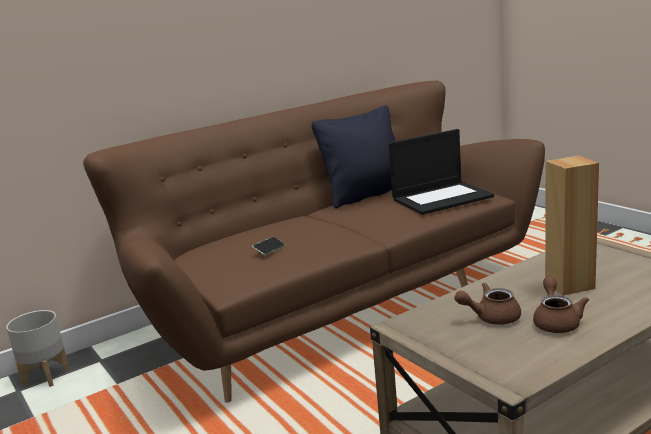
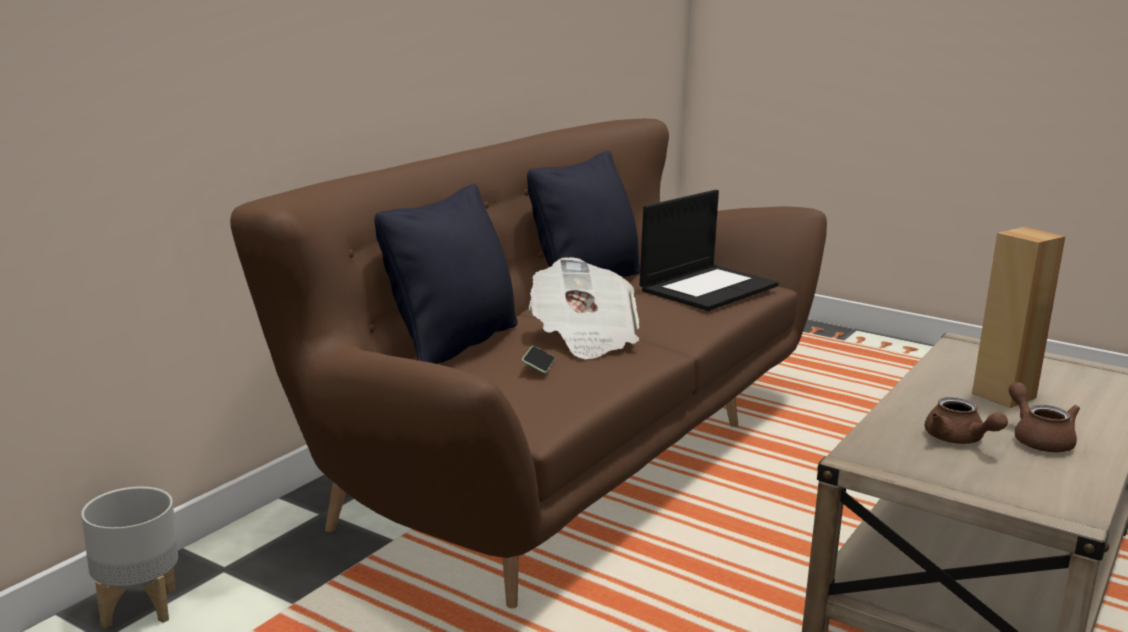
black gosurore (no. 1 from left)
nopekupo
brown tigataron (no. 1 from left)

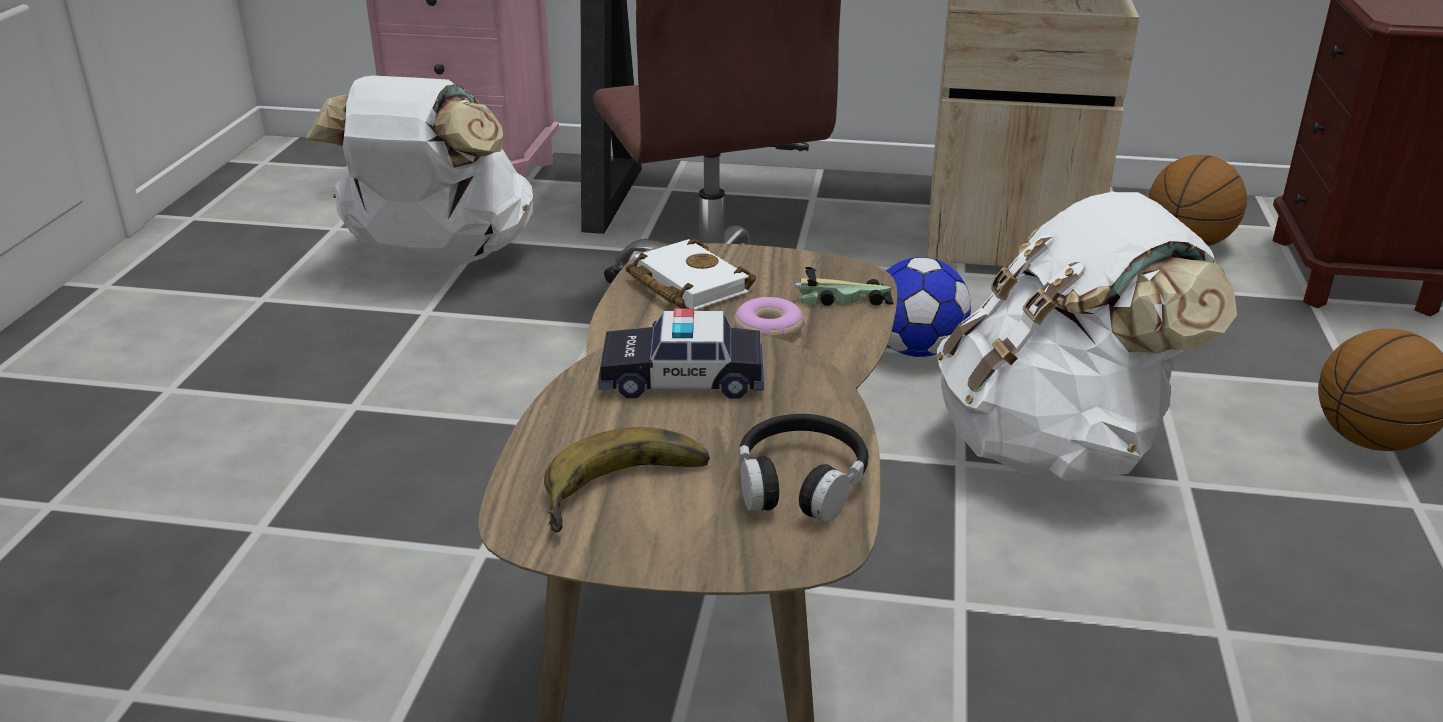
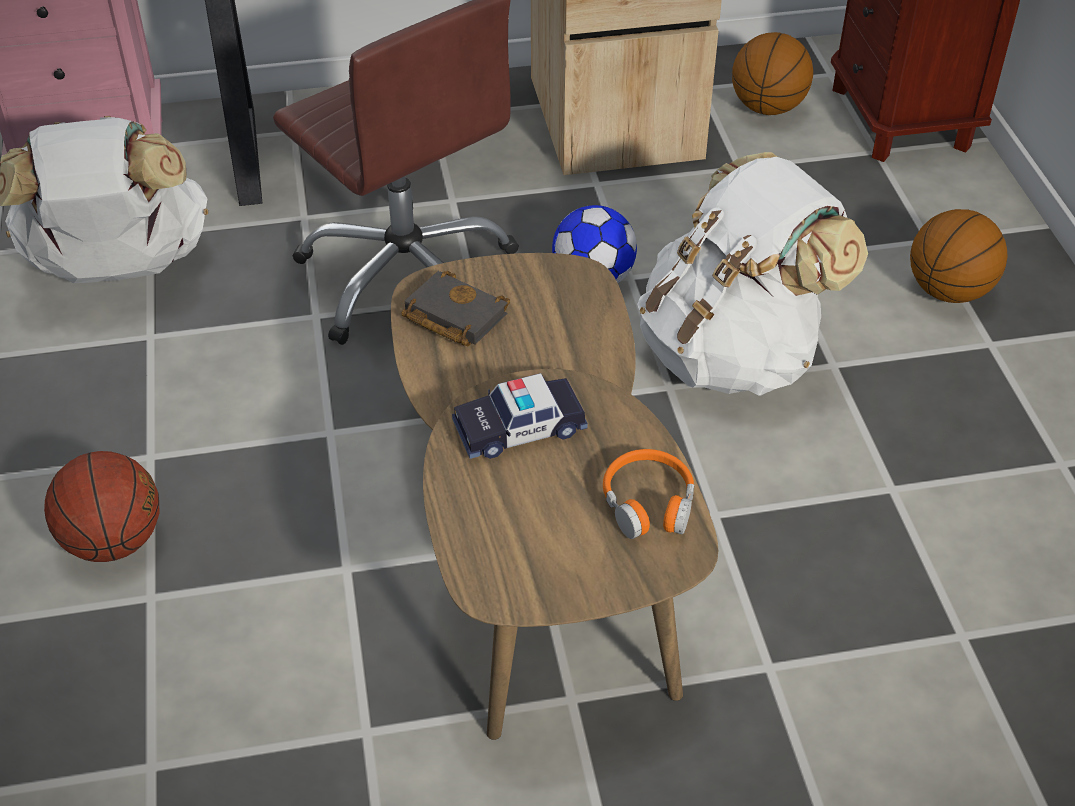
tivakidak
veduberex
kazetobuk (no. 2 from left in the first image)
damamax (no. 1 from left)
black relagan
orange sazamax

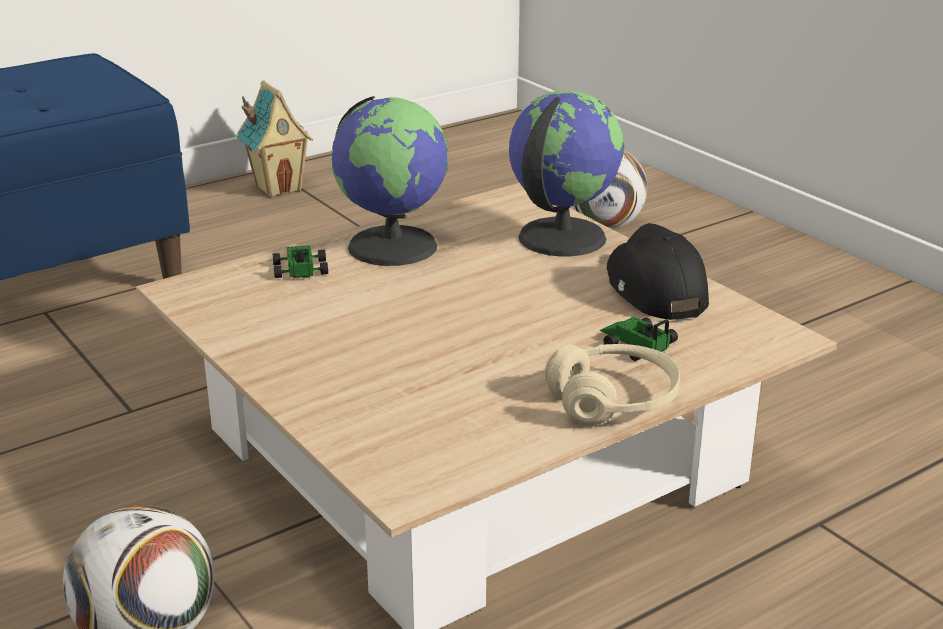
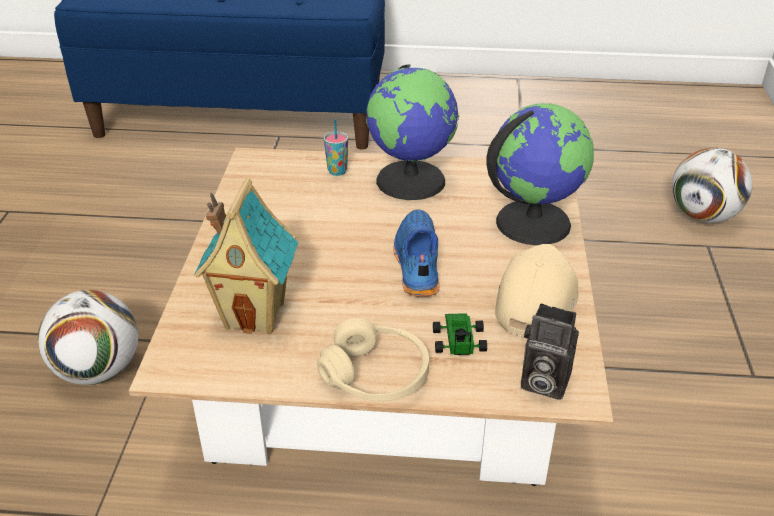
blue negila
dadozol
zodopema
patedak
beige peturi

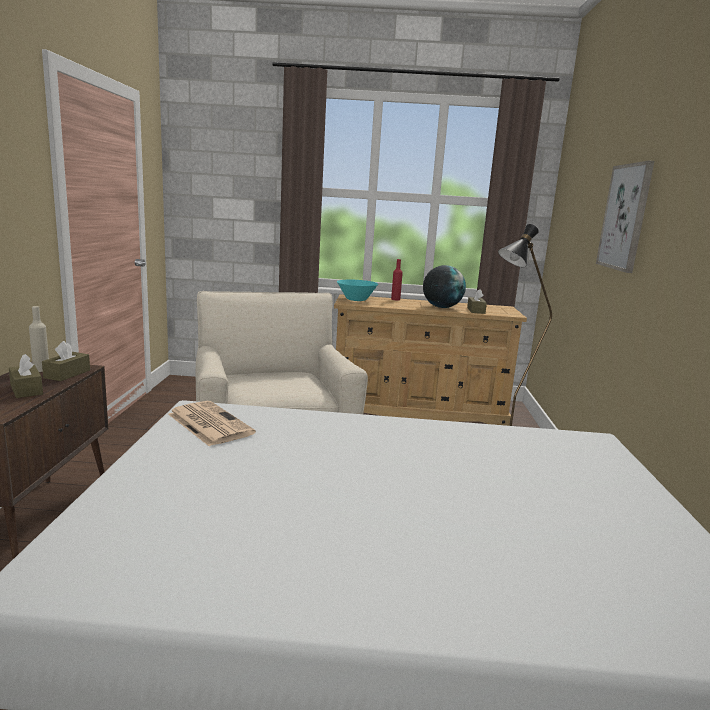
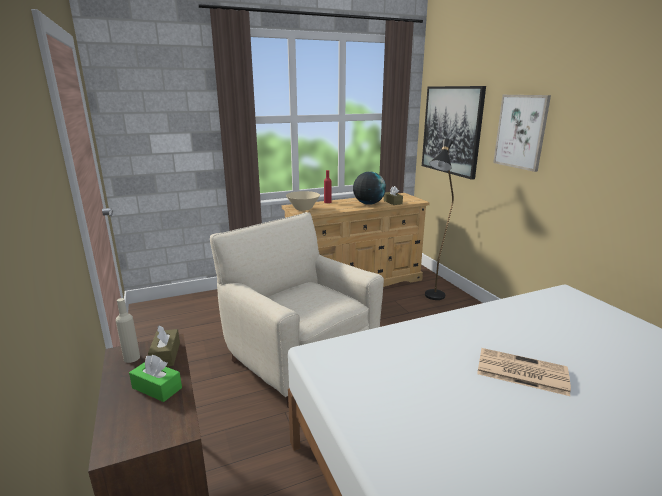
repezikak (no. 1 from left)
nopekupo
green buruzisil
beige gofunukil

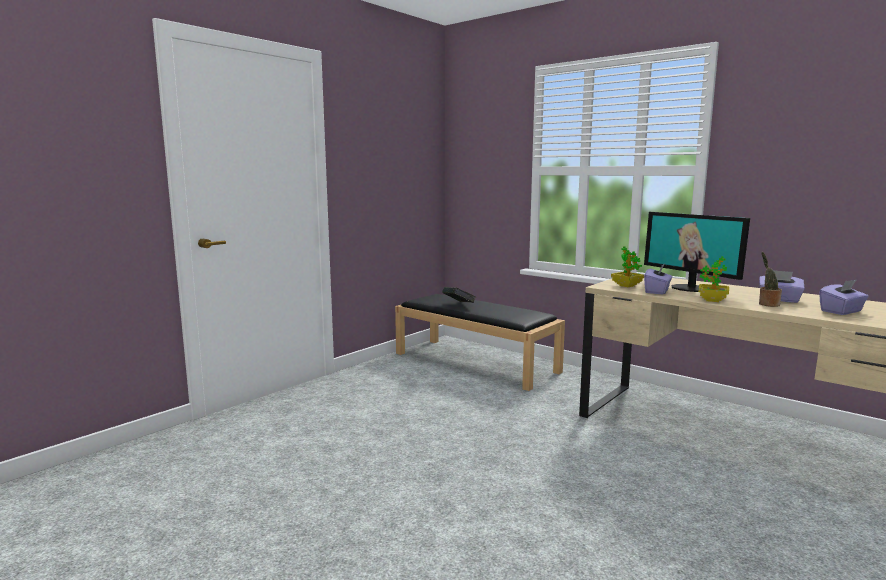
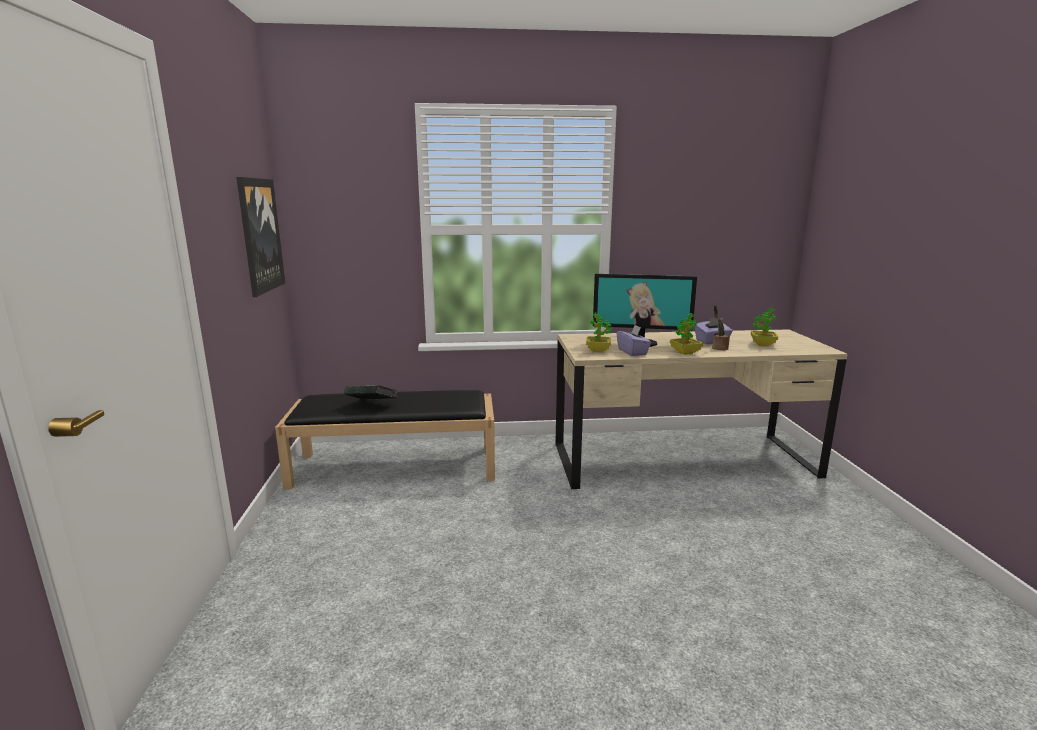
repezikak
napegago (no. 4 from left)

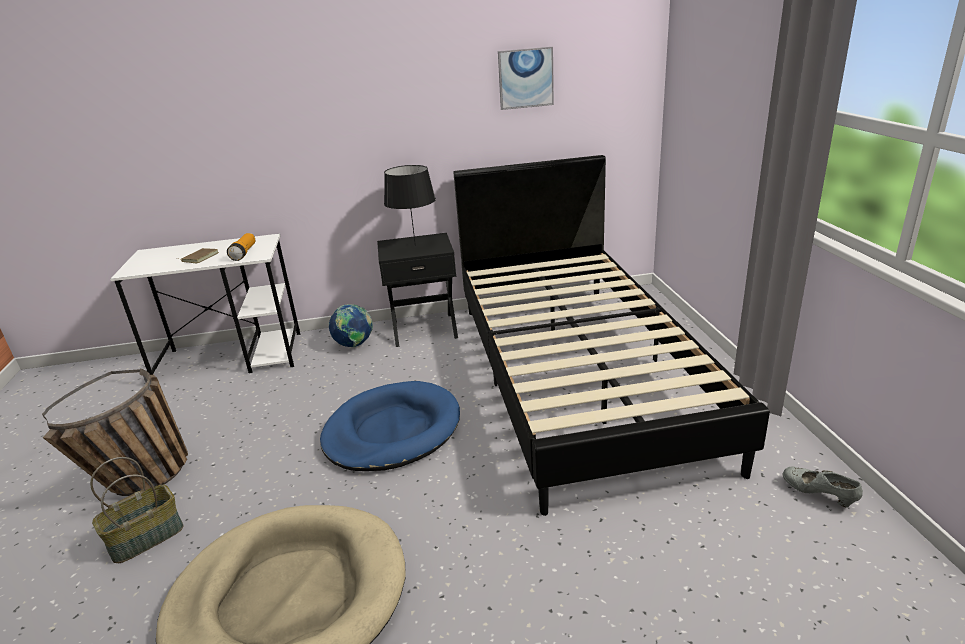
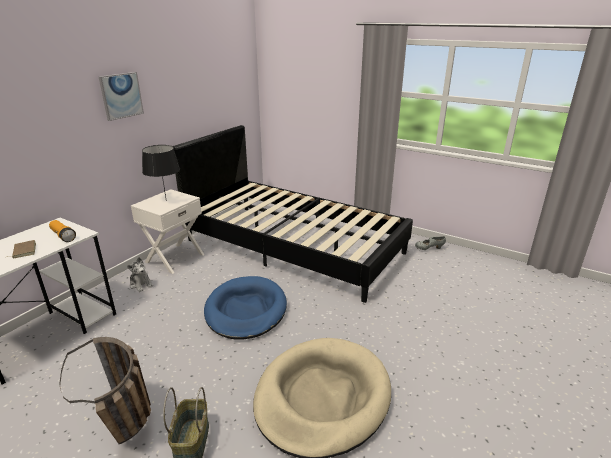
repezikak
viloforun
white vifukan

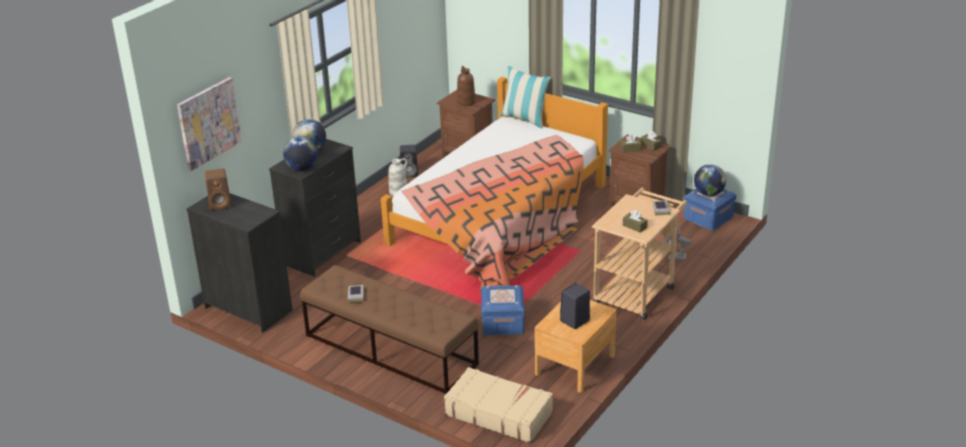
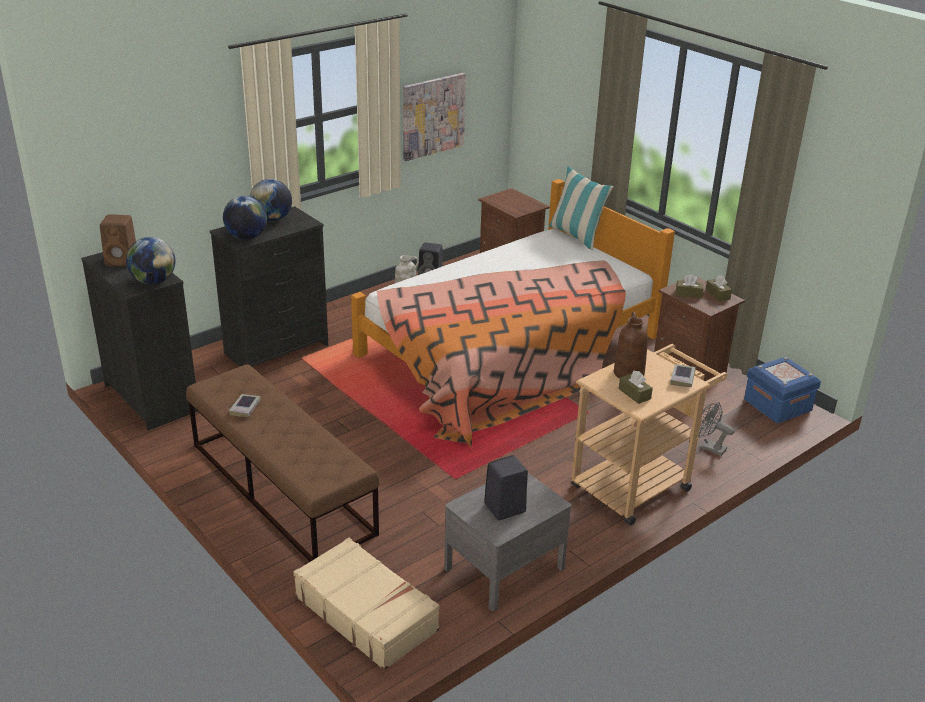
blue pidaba (no. 1 from left in the first image)
repezikak
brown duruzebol
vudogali (no. 1 from left)
grey vifukan

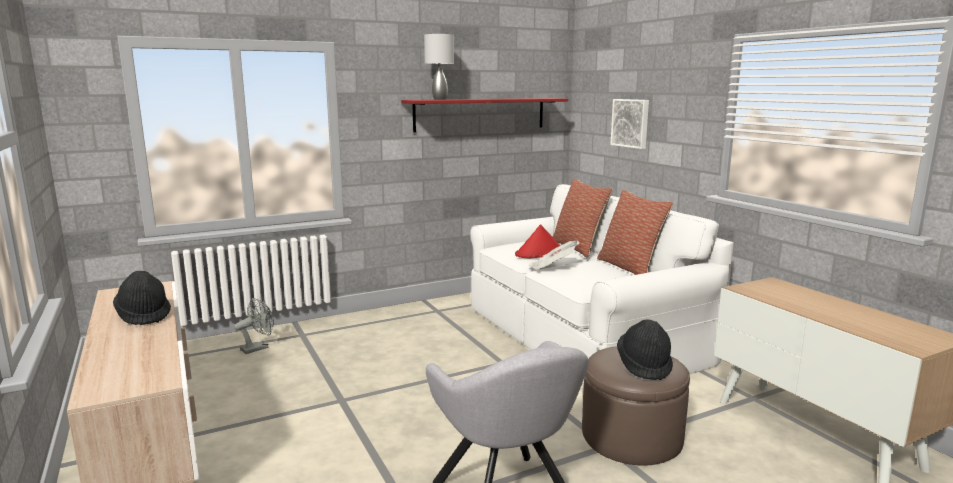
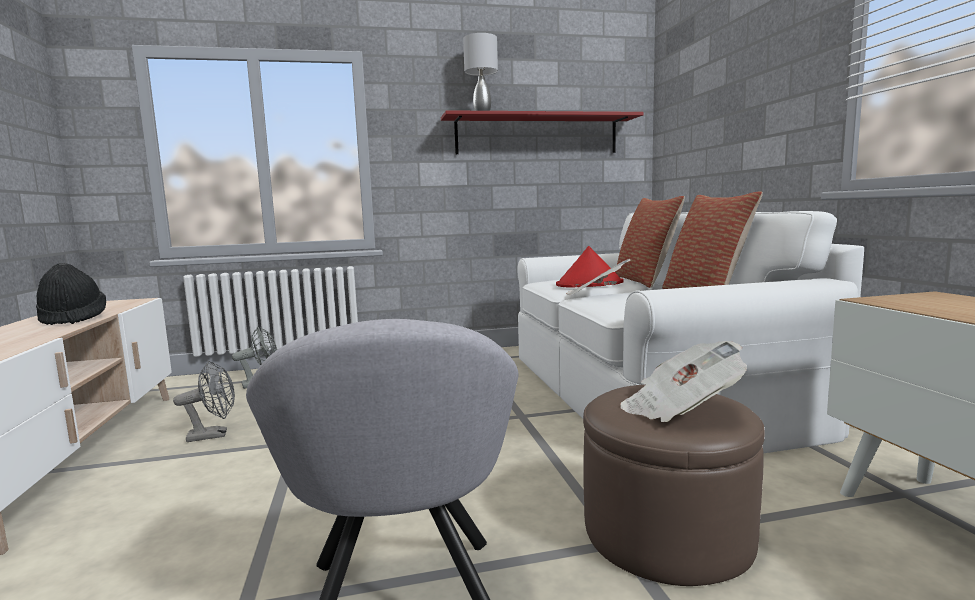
repezikak
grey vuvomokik (no. 1 from left)
nopekupo (no. 2 from left)

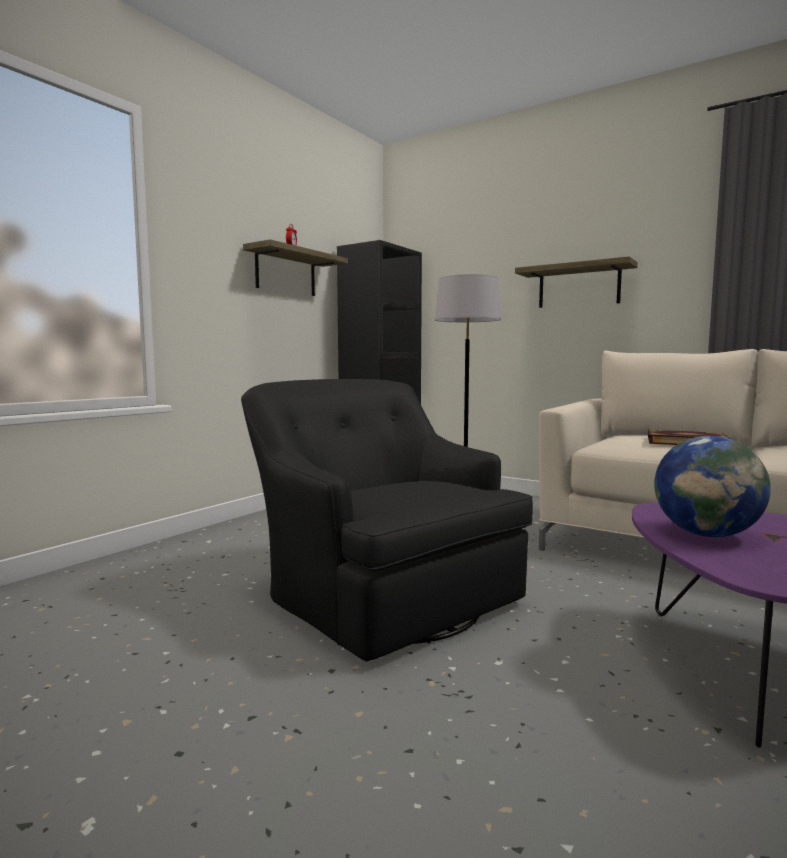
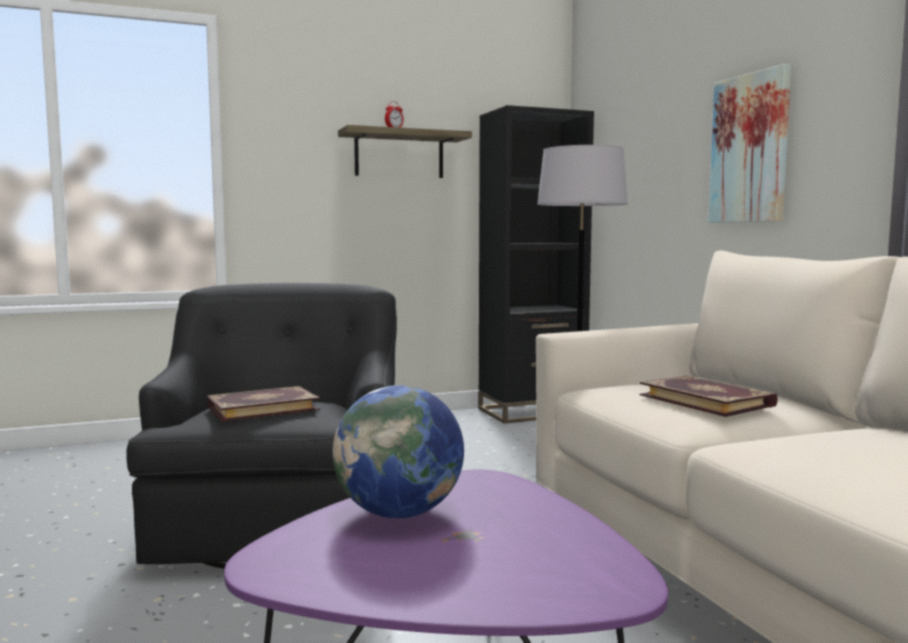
relagan (no. 1 from left)
repezikak

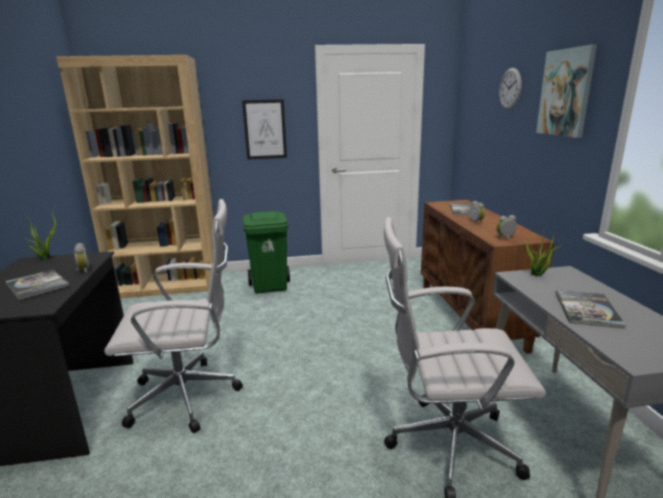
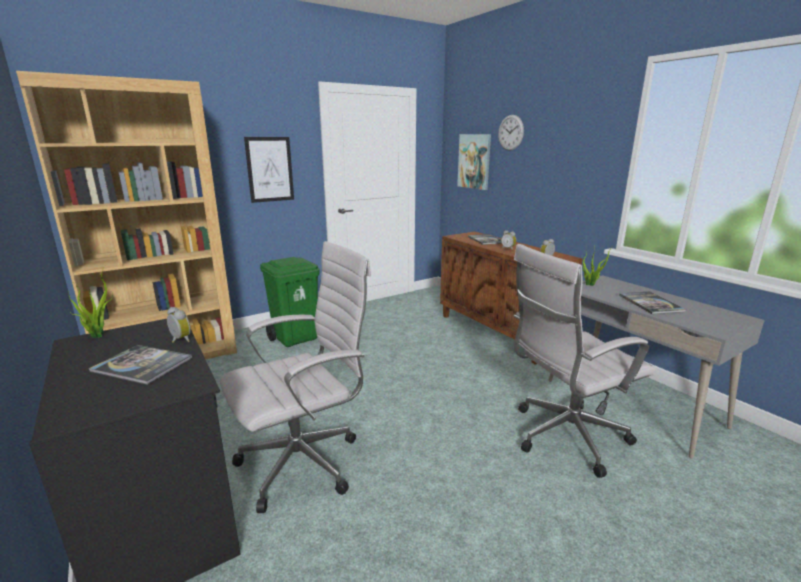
repezikak (no. 2 from left)

